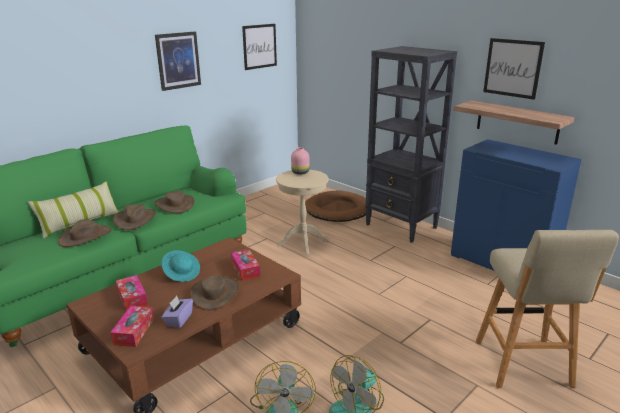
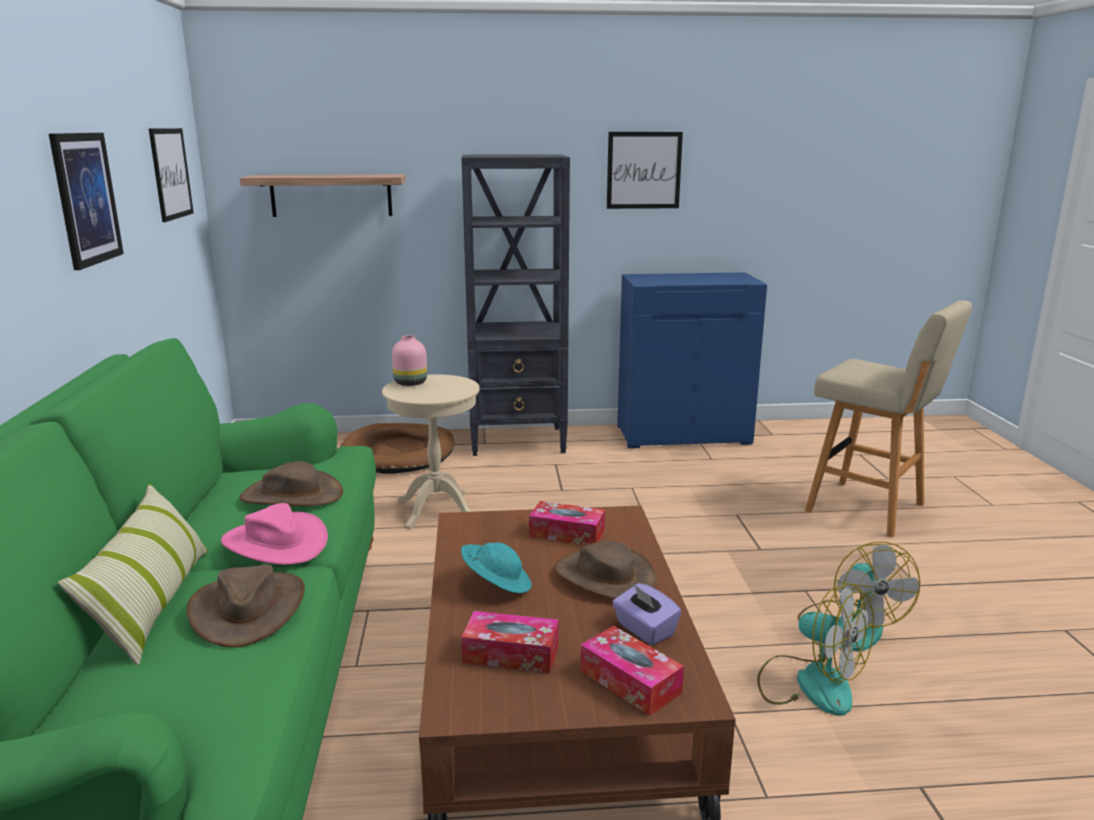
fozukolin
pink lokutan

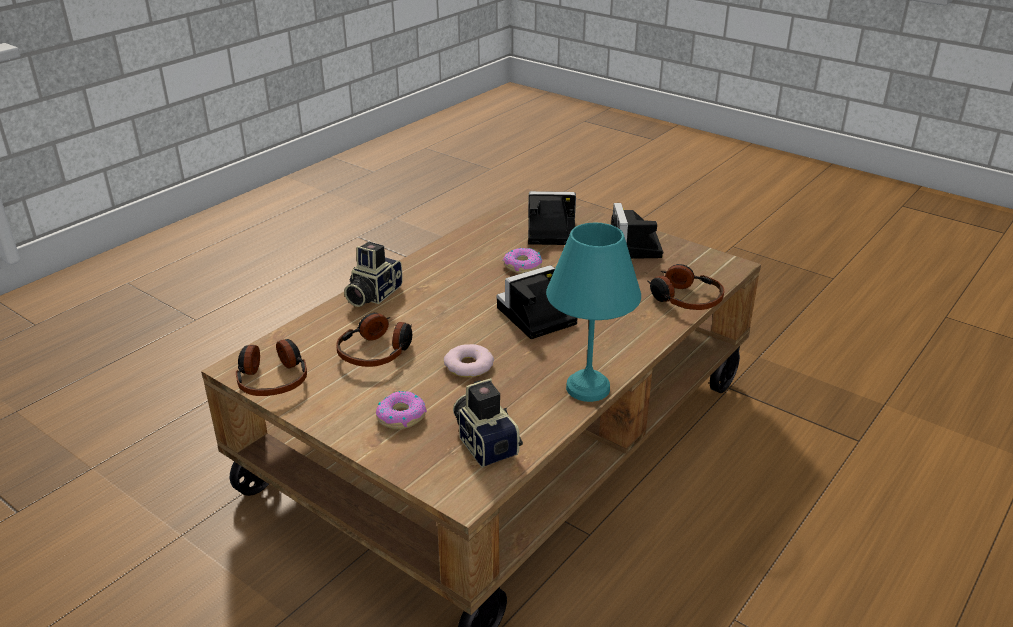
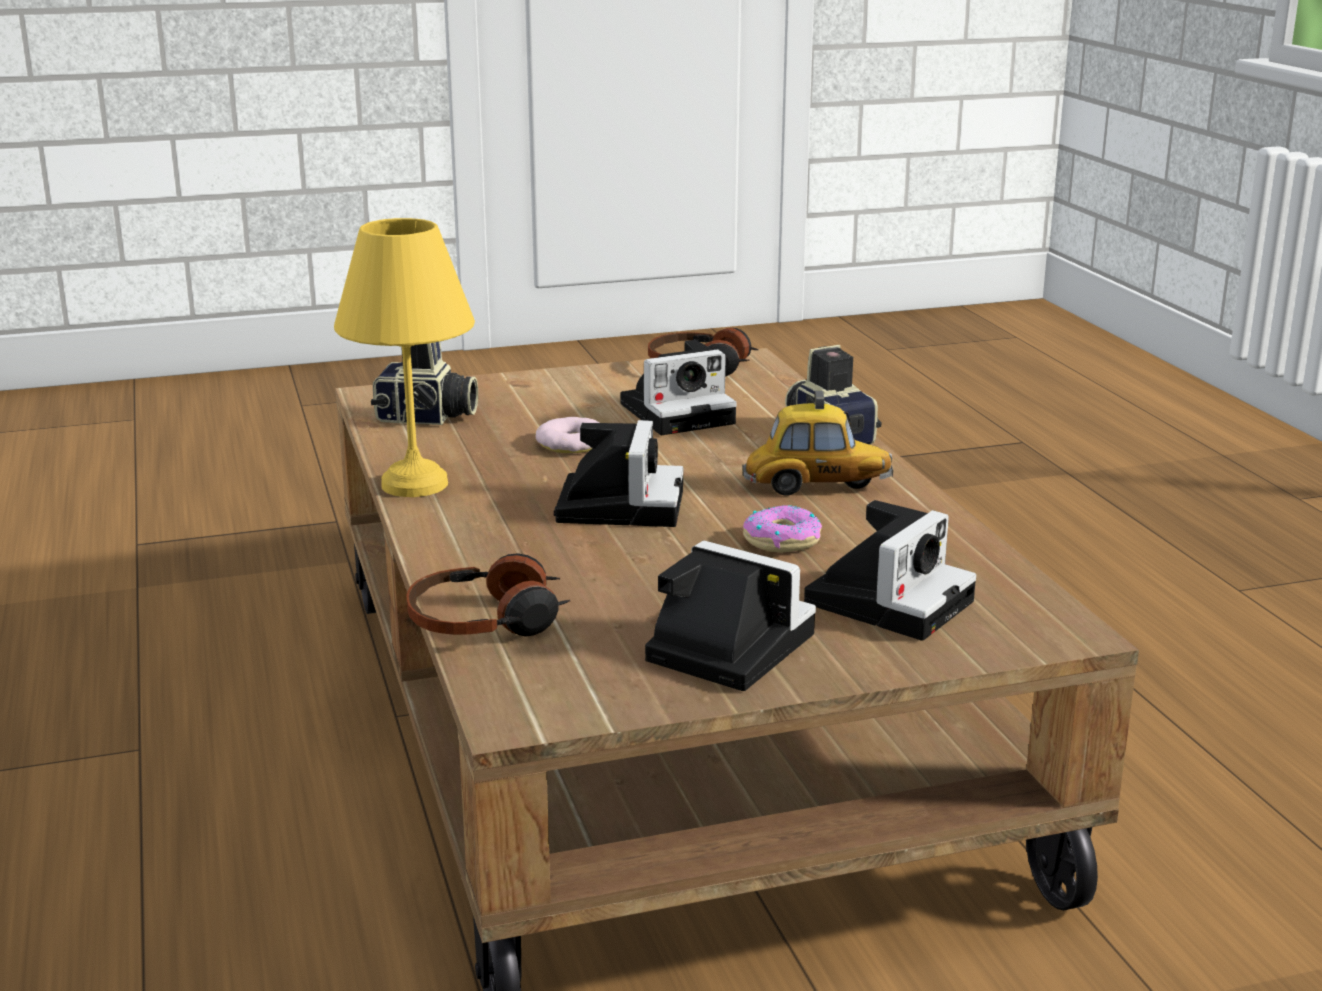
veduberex (no. 1 from left in the first image)
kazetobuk
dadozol (no. 3 from left)
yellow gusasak

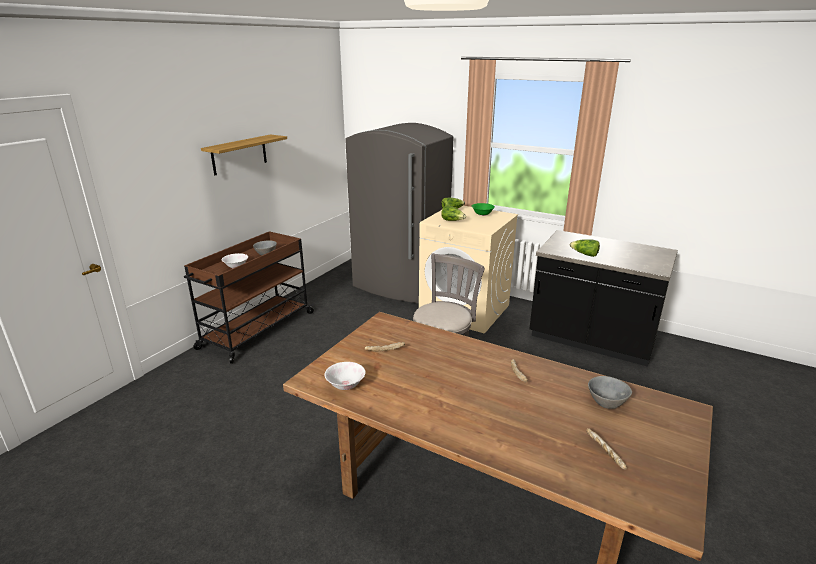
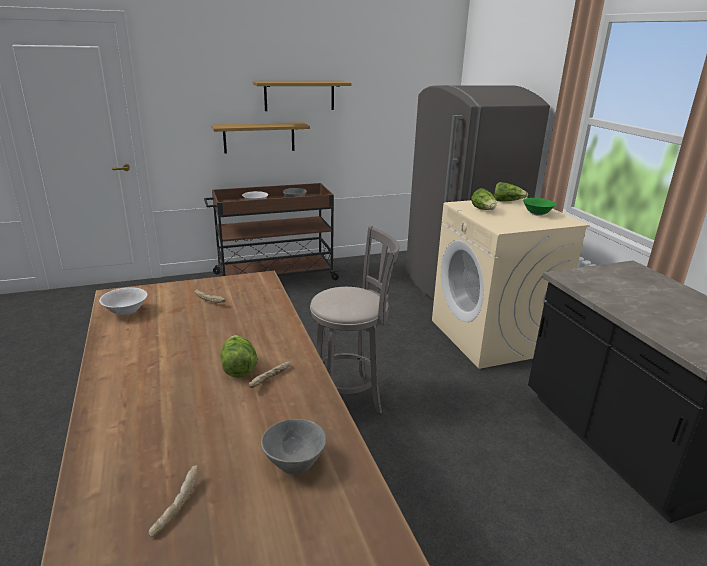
fozukolin (no. 1 from left)
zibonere (no. 1 from left)

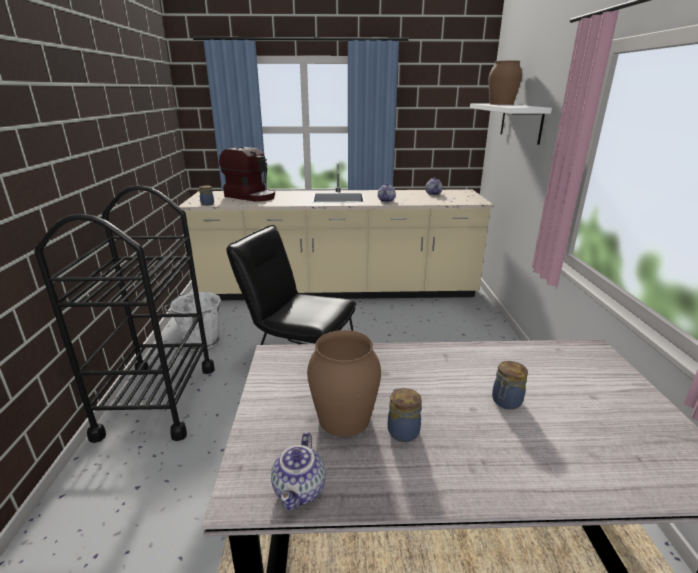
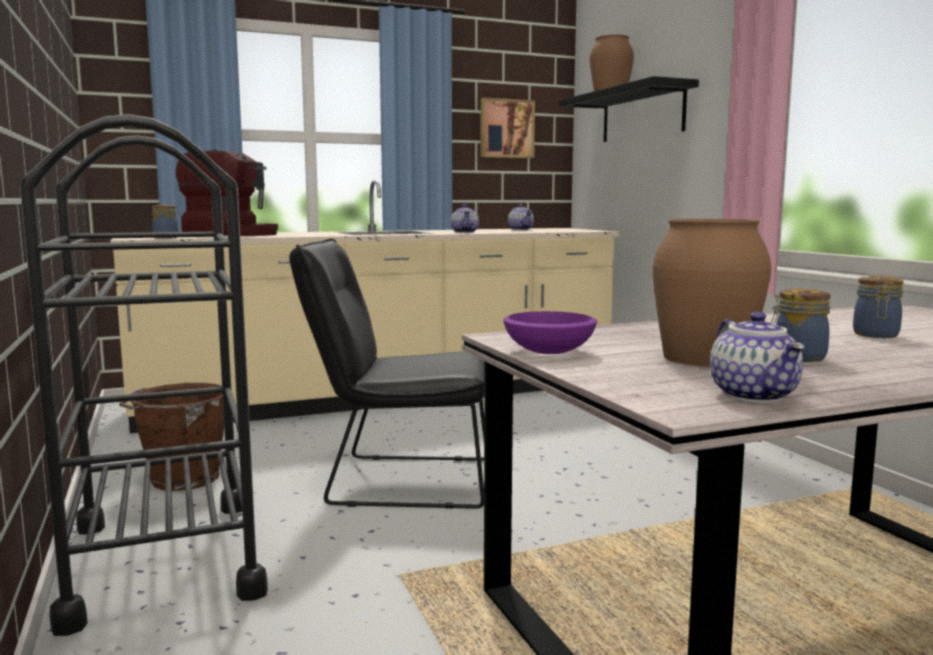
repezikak
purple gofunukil
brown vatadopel
black fozukolin

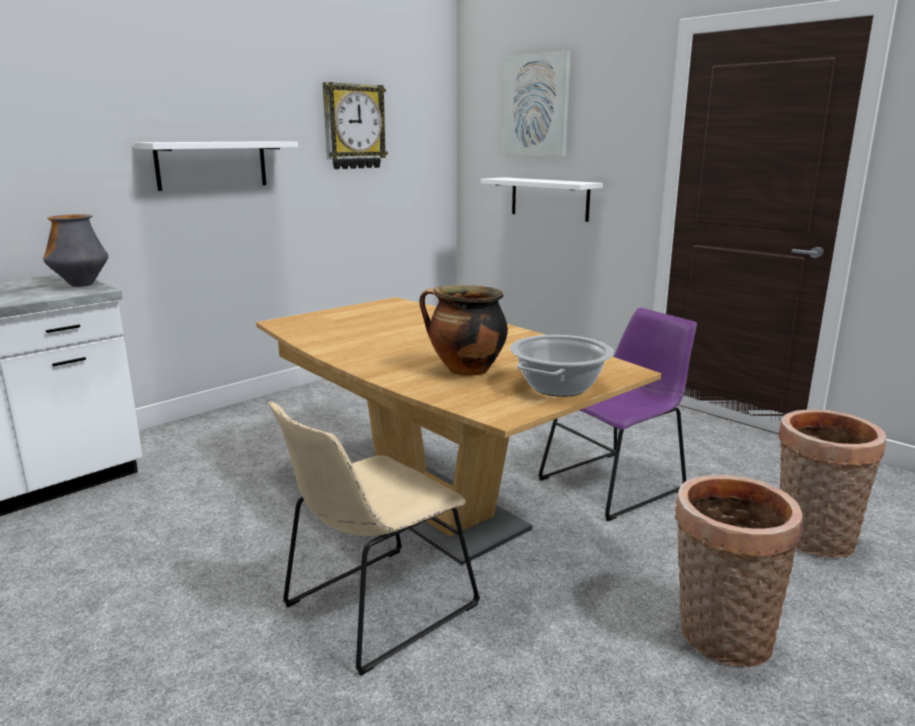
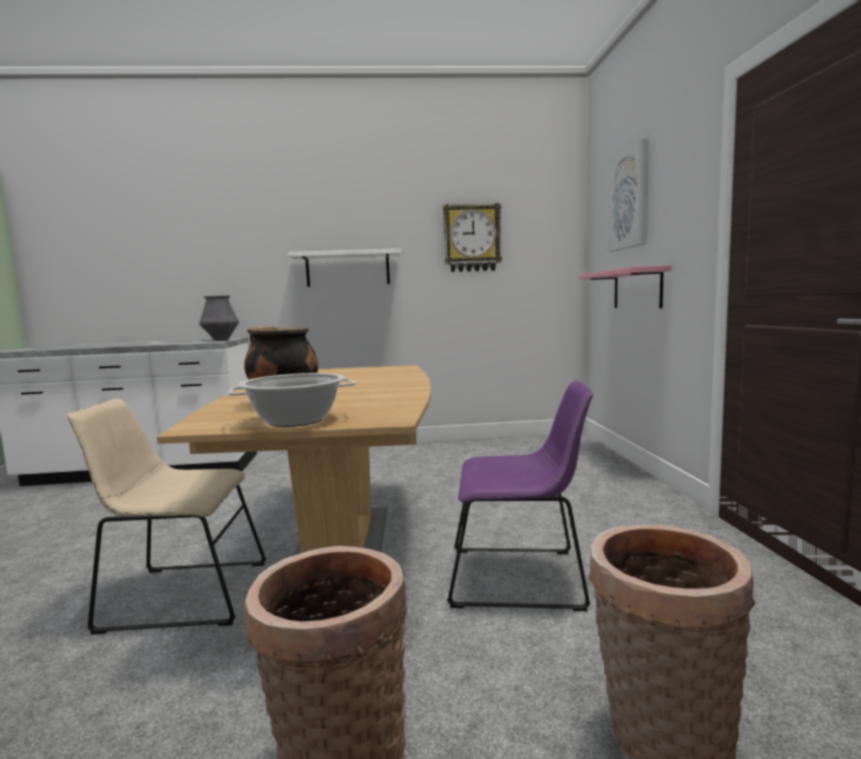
pink fozukolin

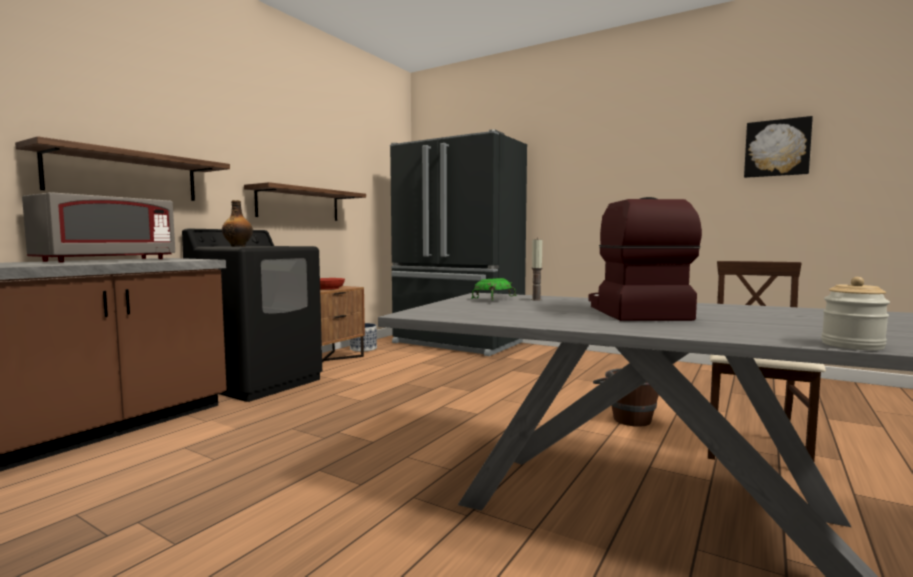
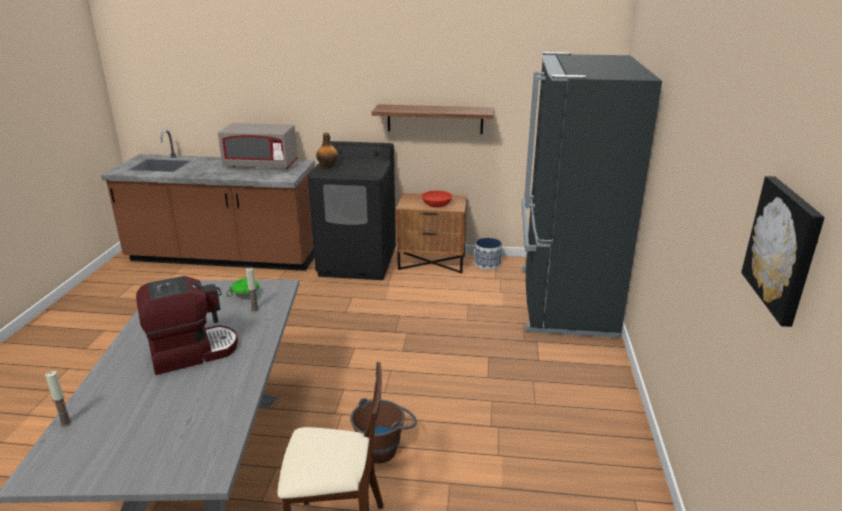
fozukolin (no. 1 from left in the first image)
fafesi (no. 1 from left)

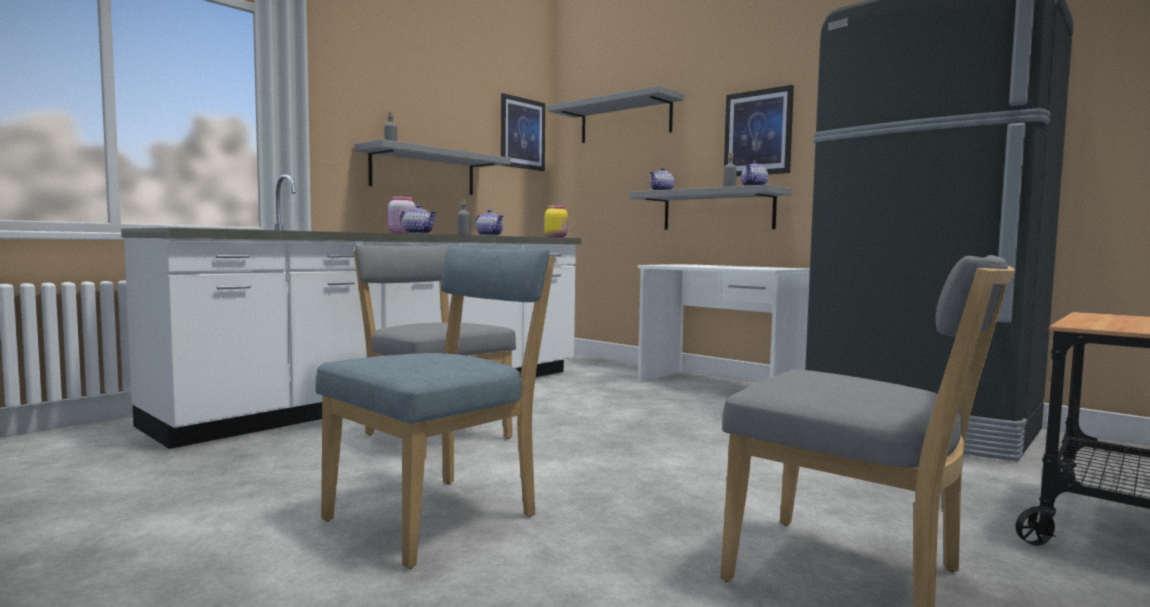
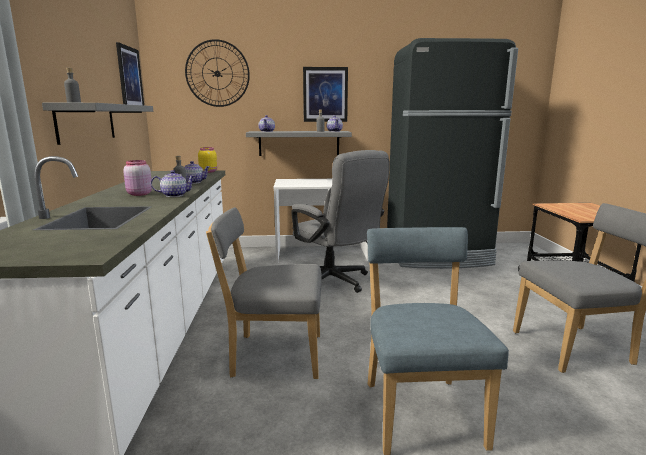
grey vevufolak
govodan

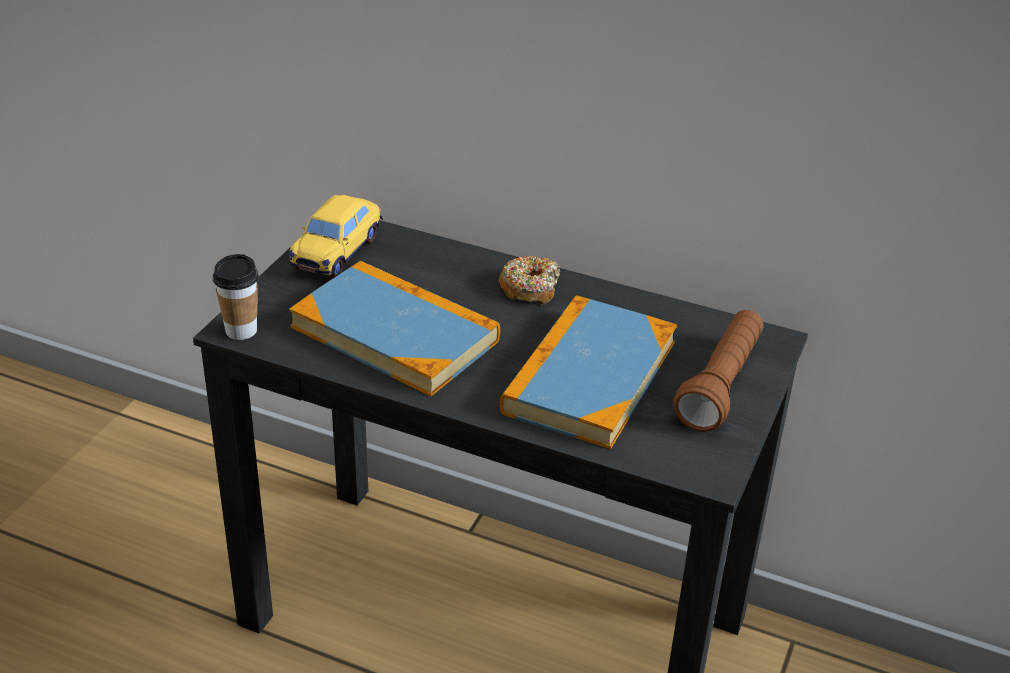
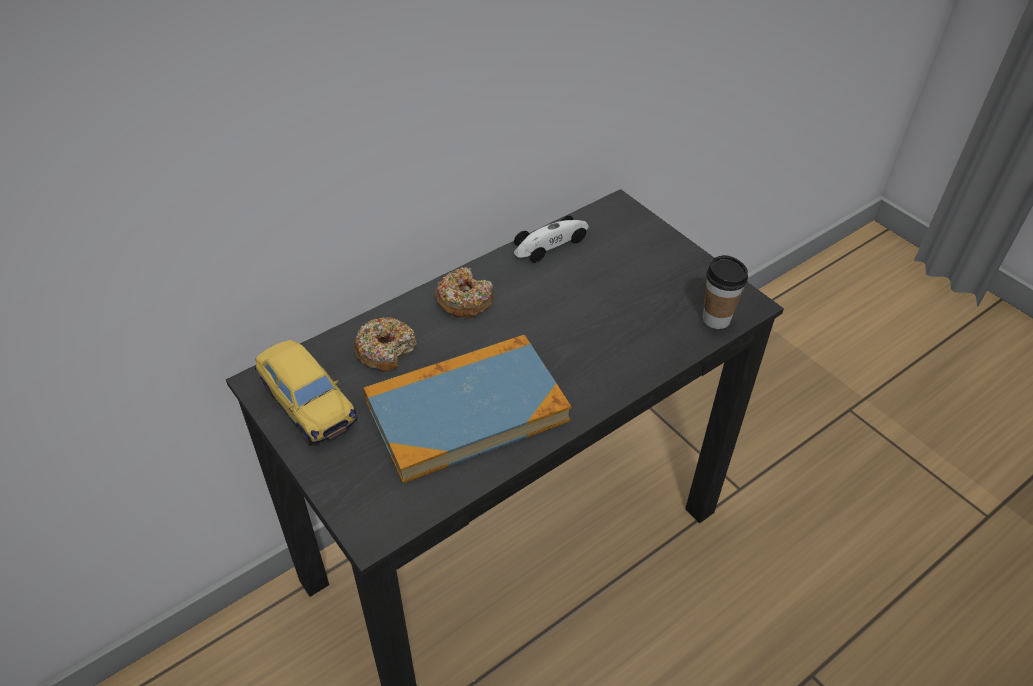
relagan (no. 2 from left in the first image)
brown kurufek
veduberex (no. 1 from left)
kazetobuk (no. 2 from left)
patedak

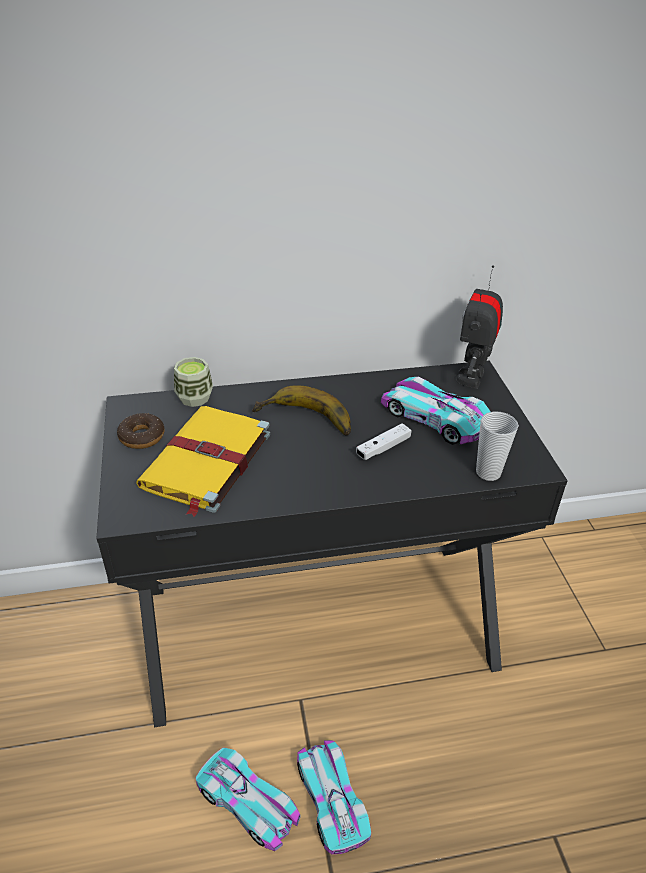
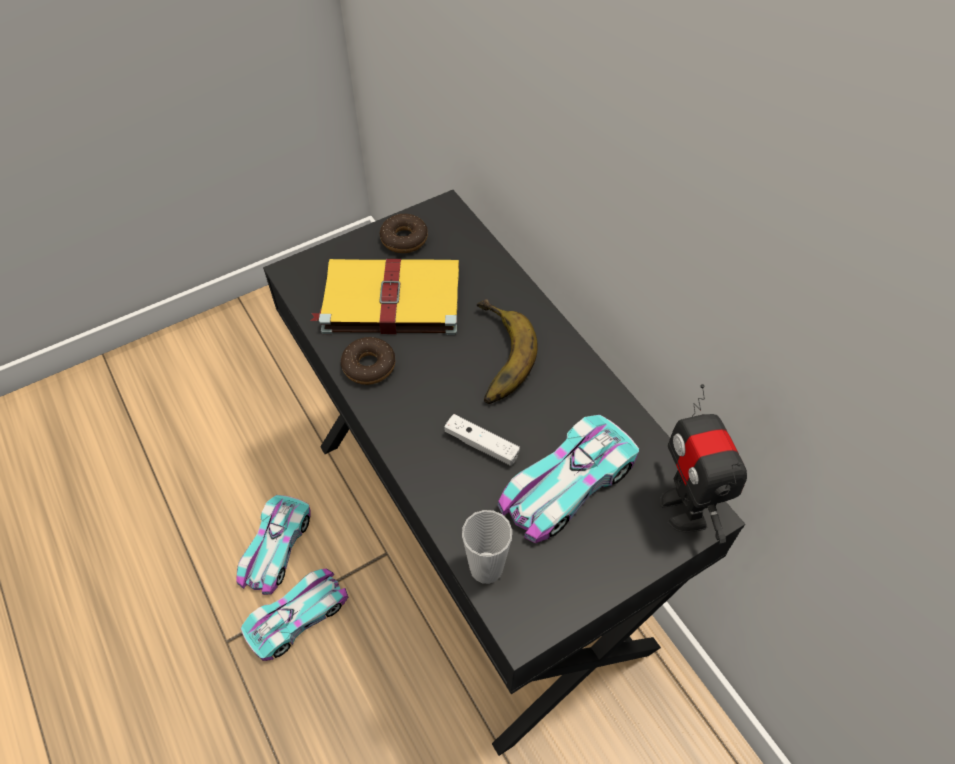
patedak (no. 1 from left in the first image)
veduberex (no. 1 from left)
kazetobuk (no. 3 from left)
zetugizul

